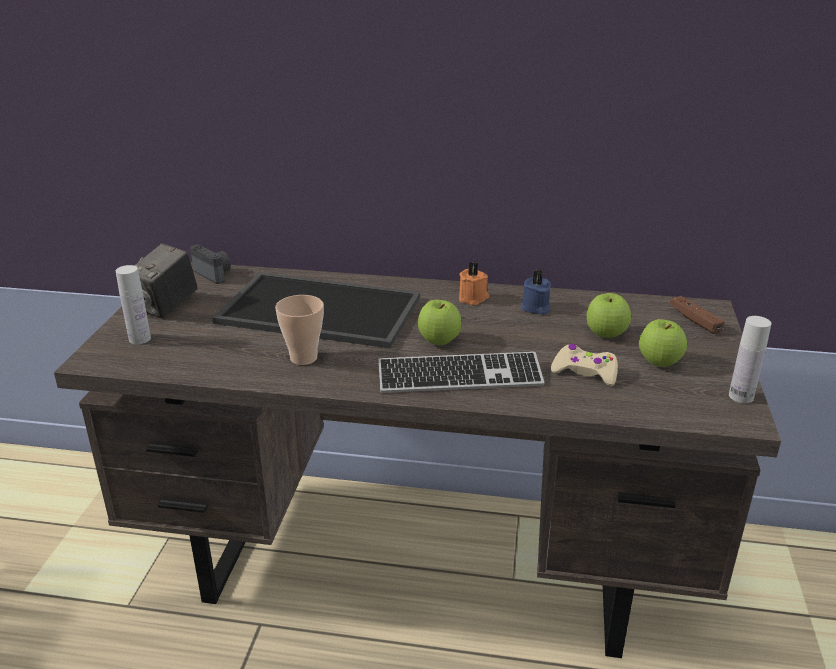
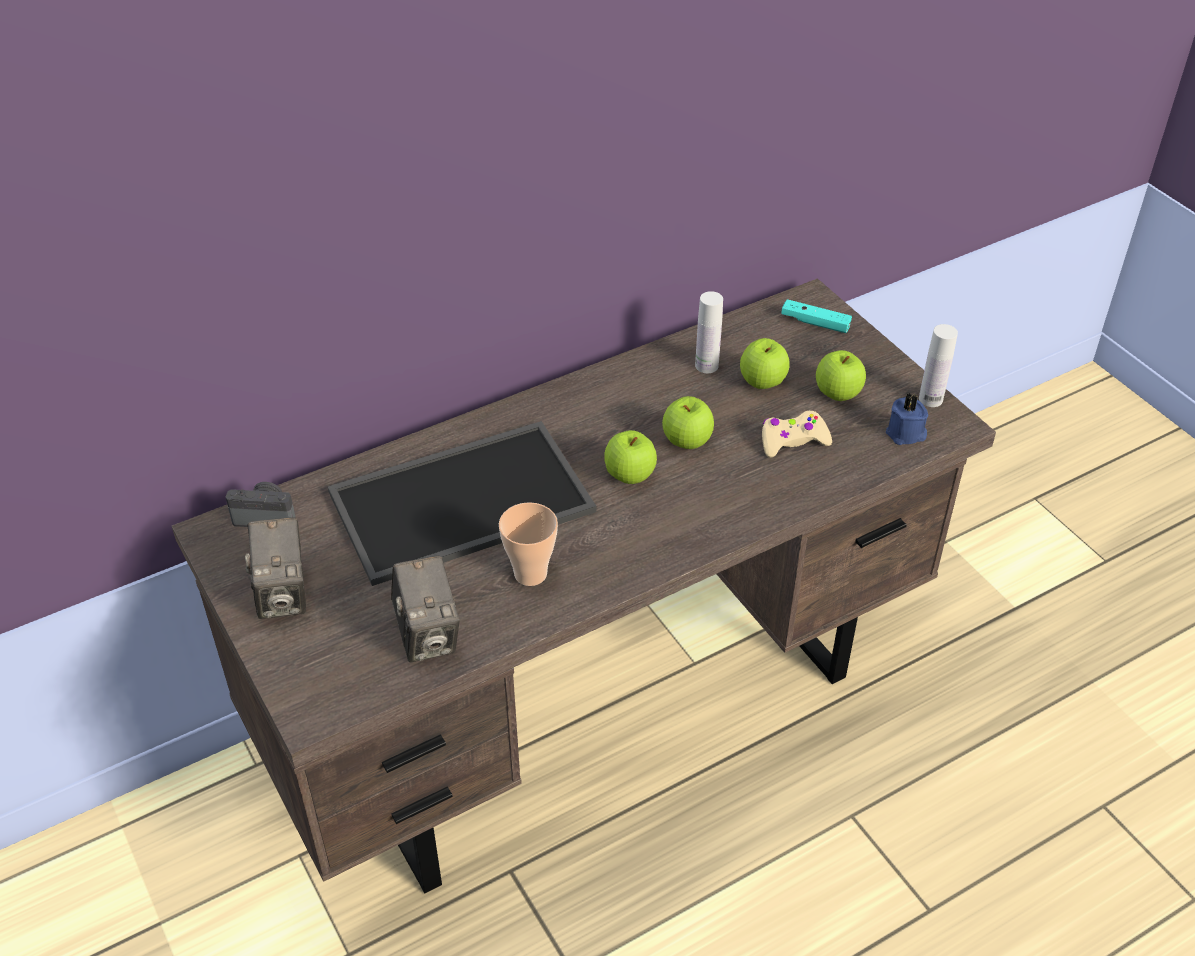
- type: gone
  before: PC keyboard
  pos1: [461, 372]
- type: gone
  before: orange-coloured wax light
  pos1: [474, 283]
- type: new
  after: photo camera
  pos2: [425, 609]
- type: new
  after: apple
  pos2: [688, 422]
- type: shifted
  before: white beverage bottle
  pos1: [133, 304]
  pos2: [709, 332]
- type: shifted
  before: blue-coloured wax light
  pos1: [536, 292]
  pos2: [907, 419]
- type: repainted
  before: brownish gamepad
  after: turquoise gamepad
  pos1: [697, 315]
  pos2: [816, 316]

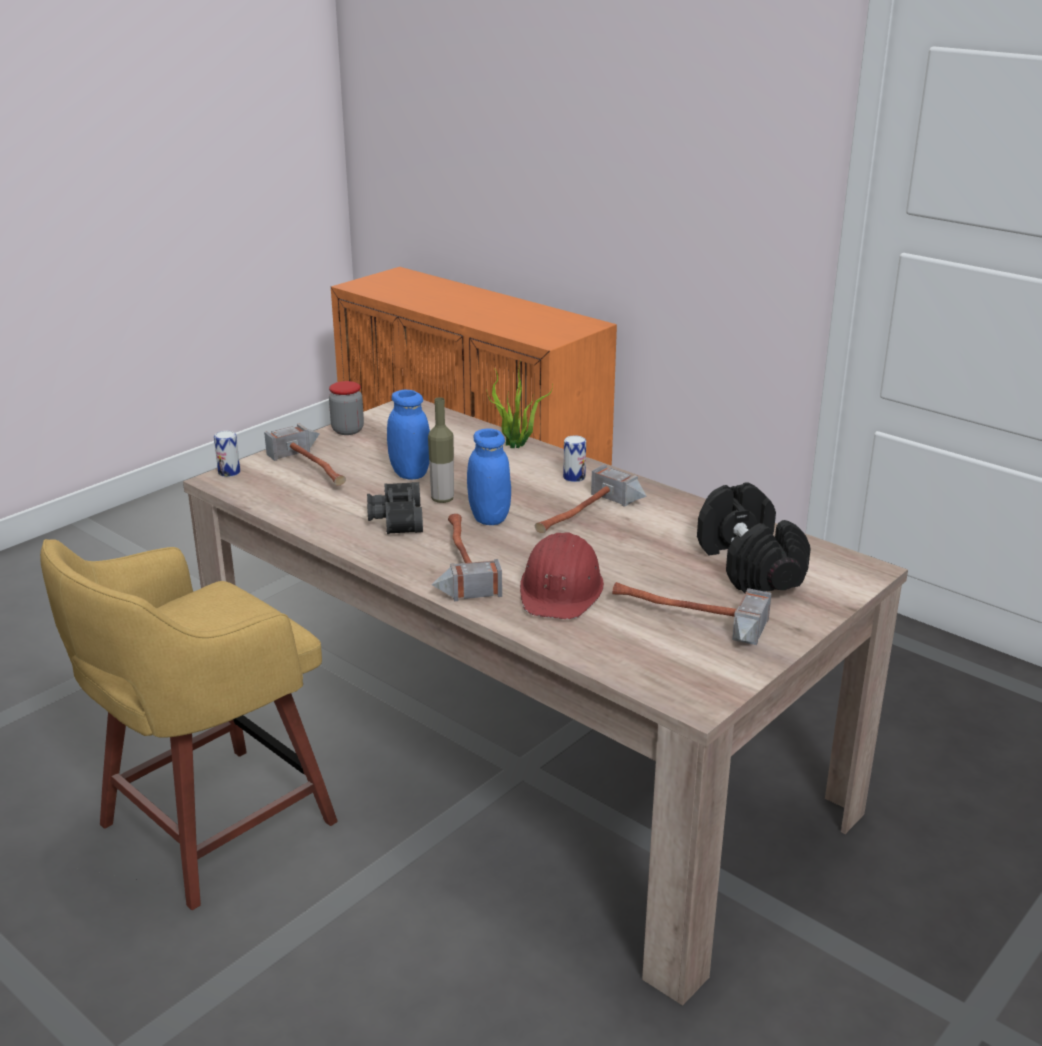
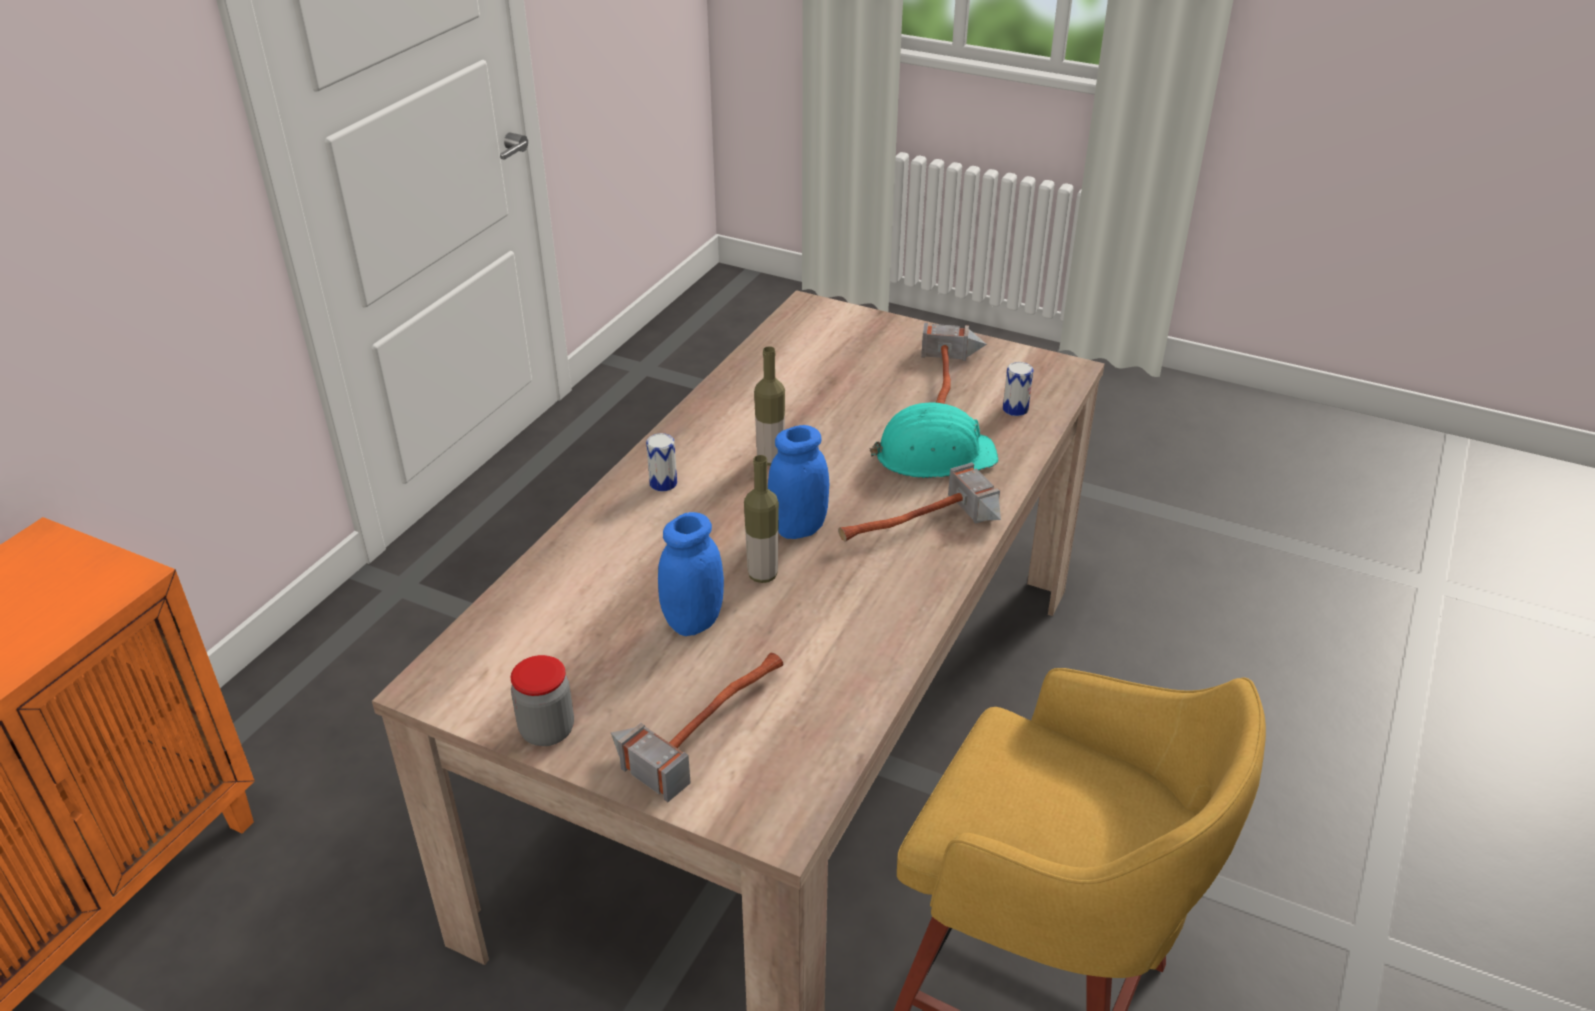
- type: gone
  before: black-coloured pair of binoculars
  pos1: [395, 508]
- type: gone
  before: houseplant
  pos1: [519, 404]
- type: gone
  before: black-coloured hand weight
  pos1: [754, 537]
- type: shifted
  before: metal can
  pos1: [227, 454]
  pos2: [1018, 389]
- type: swapped
  before: hand hammer
  after: beverage bottle
  pos1: [591, 499]
  pos2: [769, 406]
- type: repainted
  before: reddish hard hat
  after: turquoise hard hat
  pos1: [562, 575]
  pos2: [934, 440]

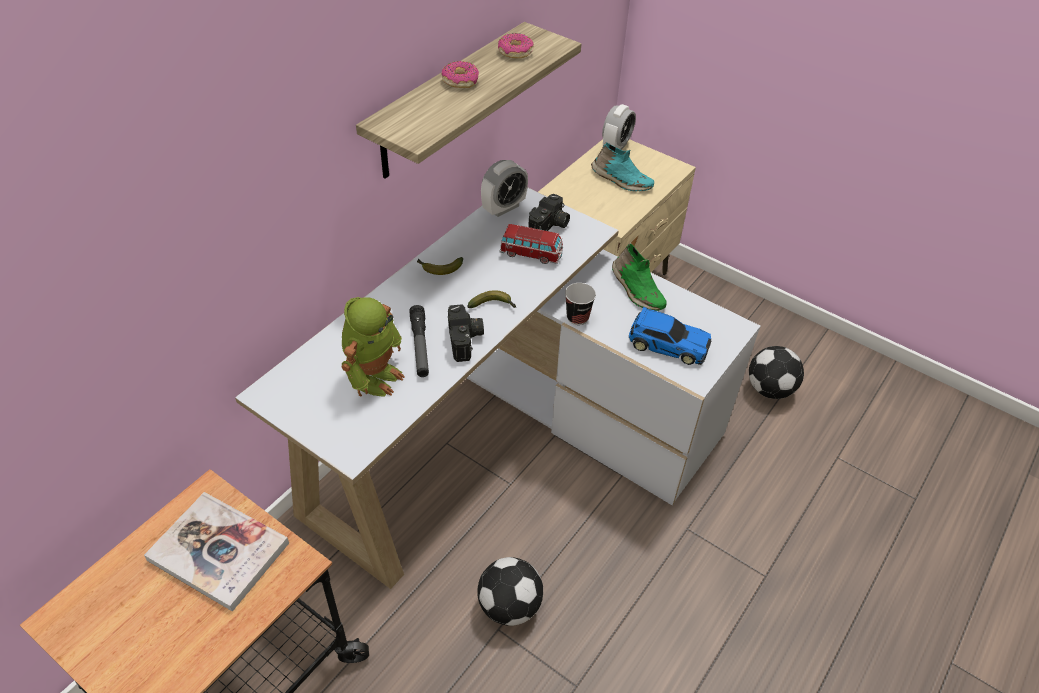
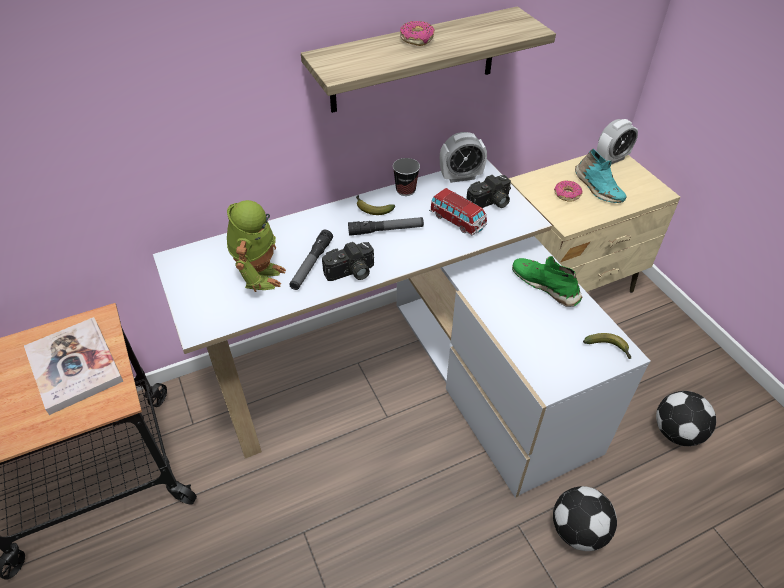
- type: gone
  before: model car
  pos1: [670, 336]
- type: new
  after: flashlight
  pos2: [386, 226]
- type: shifted
  before: banana
  pos1: [491, 299]
  pos2: [607, 346]
- type: shifted
  before: football
  pos1: [510, 591]
  pos2: [585, 518]
- type: shifted
  before: doughnut
  pos1: [516, 45]
  pos2: [568, 191]
- type: shifted
  before: cup
  pos1: [580, 304]
  pos2: [406, 177]
- type: rotated
  before: model robot
  pos1: [373, 347]
  pos2: [256, 246]
  turn: -45
- type: rotated
  before: photo camera
  pos1: [466, 333]
  pos2: [348, 261]
  turn: 45
- type: rotated
  before: green item of footwear
  pos1: [639, 277]
  pos2: [547, 281]
  turn: 135

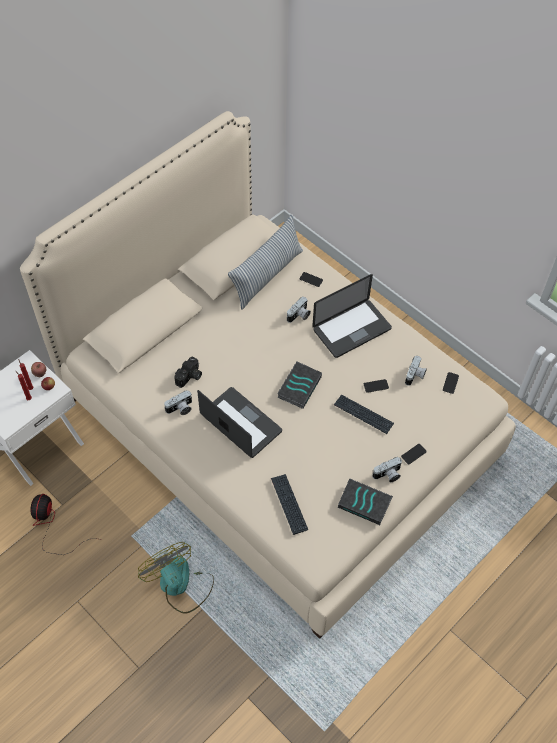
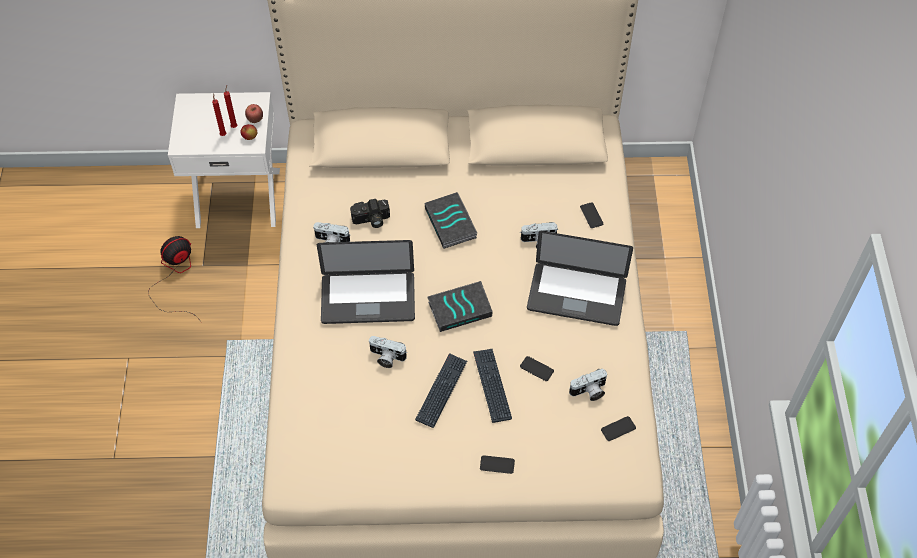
- type: gone
  before: electric fan
  pos1: [176, 578]
- type: gone
  before: cushion
  pos1: [265, 261]
- type: shifted
  before: PC keyboard
  pos1: [289, 504]
  pos2: [441, 390]
- type: shifted
  before: book
  pos1: [365, 501]
  pos2: [451, 220]
- type: shifted
  before: photo camera
  pos1: [387, 469]
  pos2: [387, 352]
- type: rotated
  before: portable computer
  pos1: [239, 422]
  pos2: [366, 282]
  turn: 90

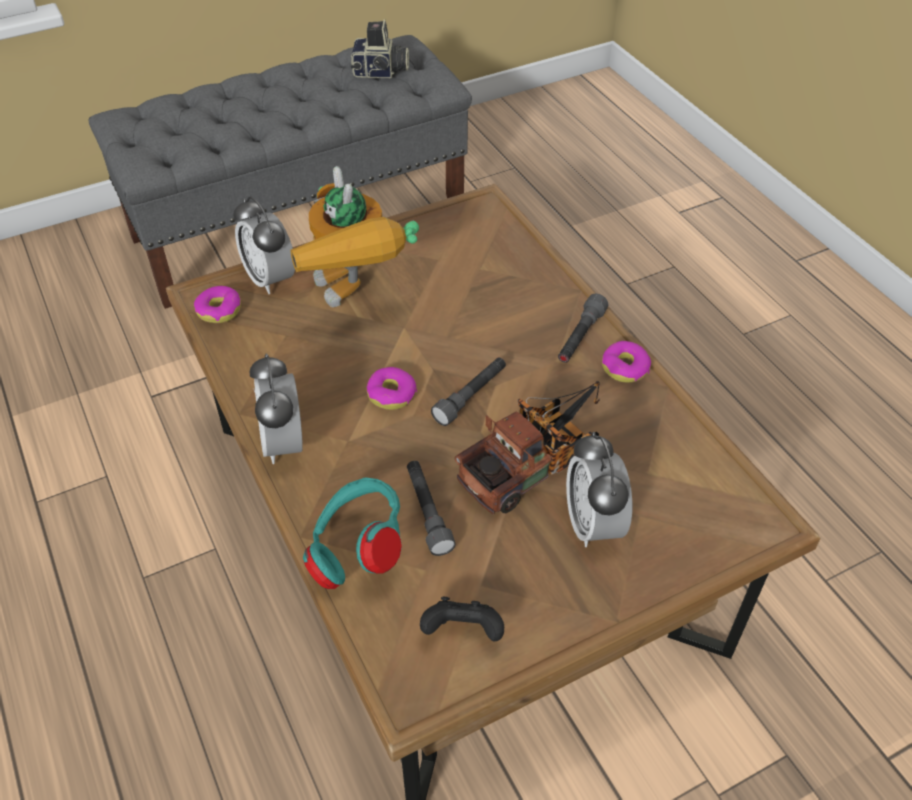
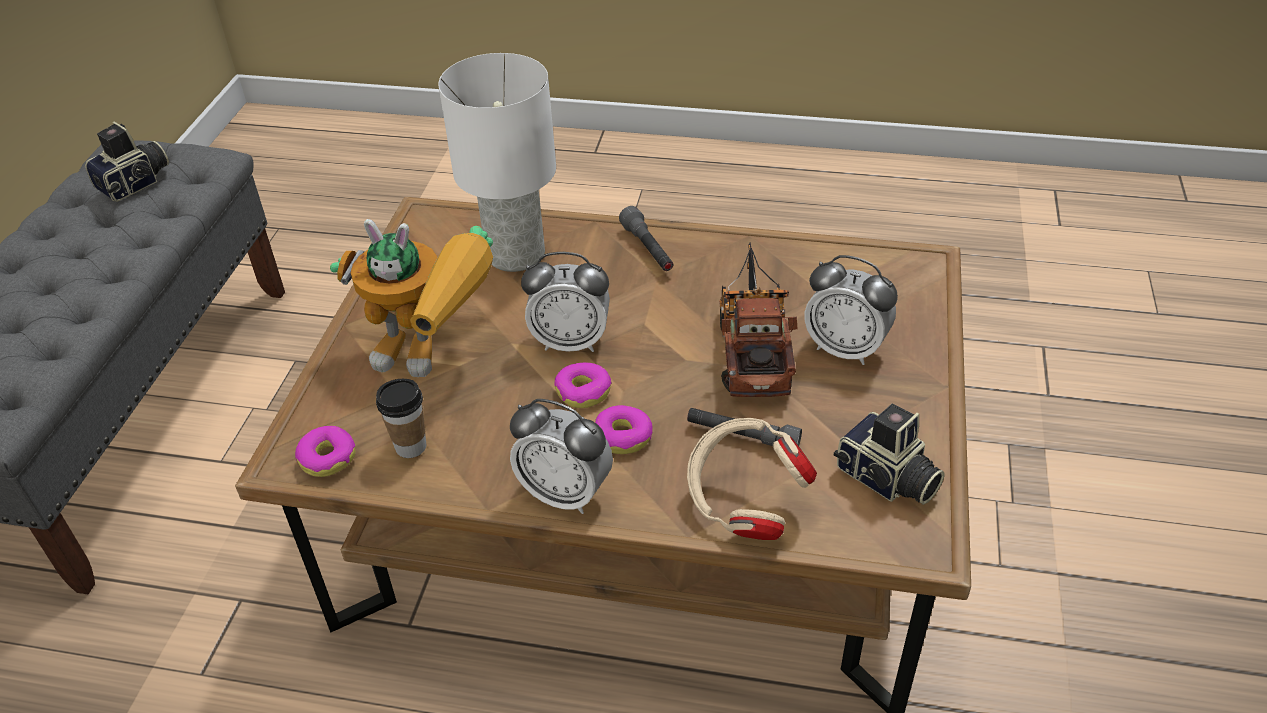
- type: gone
  before: gray flashlight
  pos1: [468, 391]
- type: new
  after: cup
  pos2: [401, 418]
- type: new
  after: white tabletop lamp
  pos2: [497, 162]
- type: shifted
  before: bedside clock
  pos1: [264, 245]
  pos2: [565, 302]
- type: shifted
  before: doughnut
  pos1: [626, 362]
  pos2: [624, 429]
- type: swapped
  before: black-coloured gamepad
  after: photo camera
  pos1: [462, 619]
  pos2: [889, 454]
- type: repainted
  before: turquoise headphones
  after: beige-coloured headphones
  pos1: [352, 533]
  pos2: [752, 479]

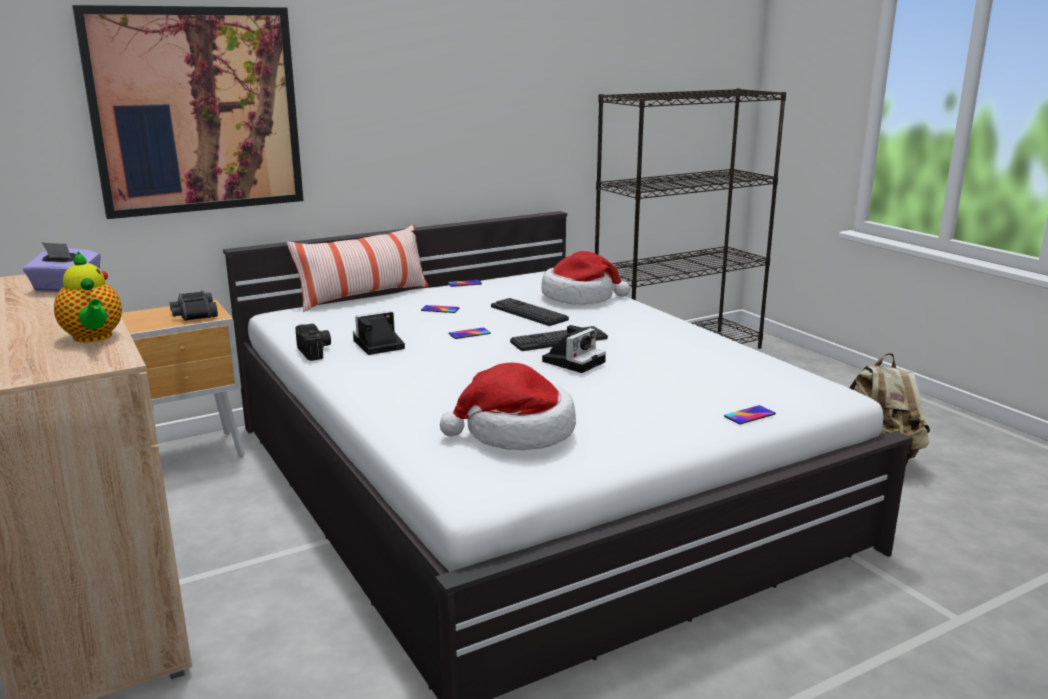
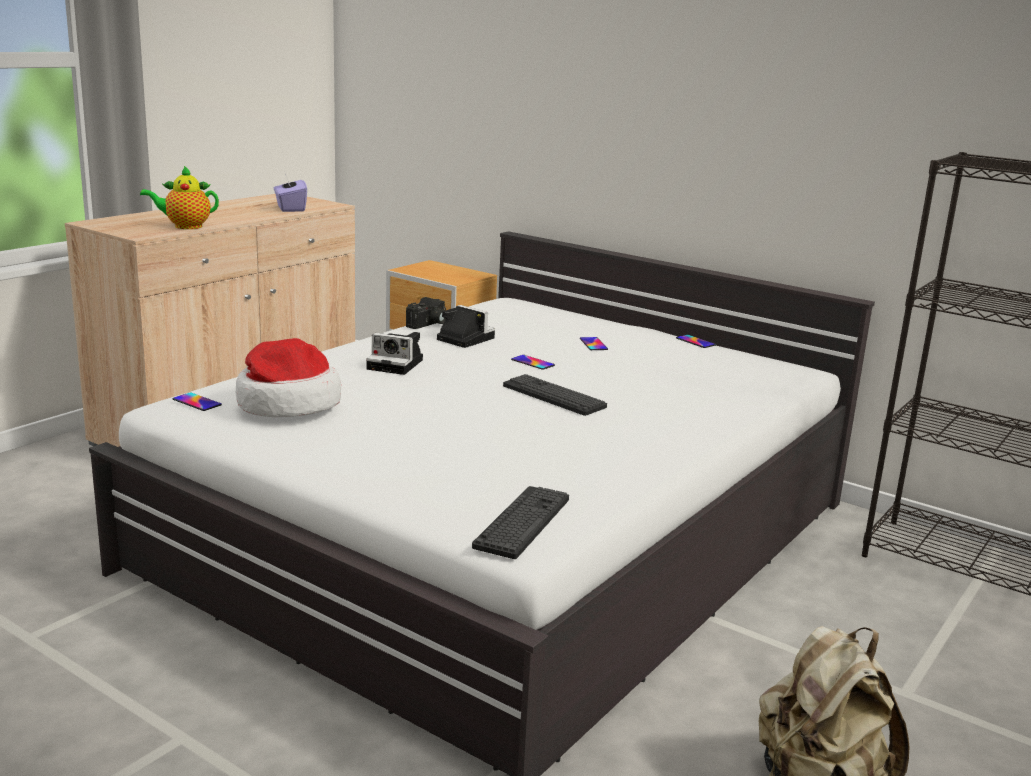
- type: gone
  before: picture
  pos1: [187, 112]
- type: gone
  before: black-coloured pair of binoculars
  pos1: [194, 306]
- type: gone
  before: cushion
  pos1: [358, 268]
- type: gone
  before: wearable hat
  pos1: [585, 278]
- type: shifted
  before: PC keyboard
  pos1: [530, 312]
  pos2: [520, 522]
- type: shifted
  before: photo camera
  pos1: [574, 349]
  pos2: [394, 353]
- type: shifted
  before: telephone
  pos1: [750, 414]
  pos2: [197, 402]
- type: rotated
  before: tea pot
  pos1: [88, 296]
  pos2: [179, 197]
  turn: 45

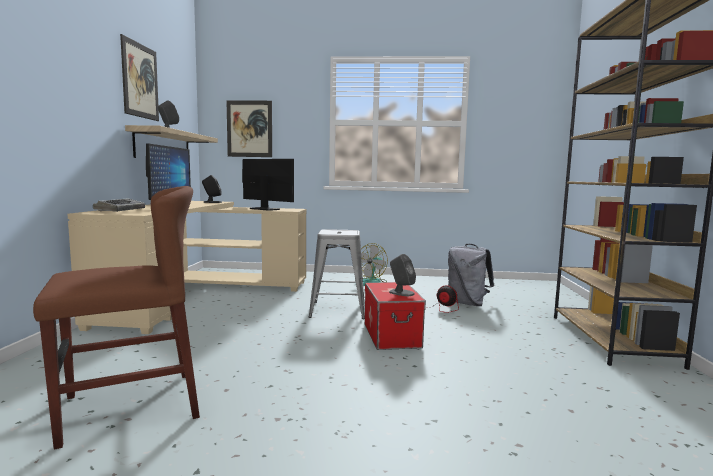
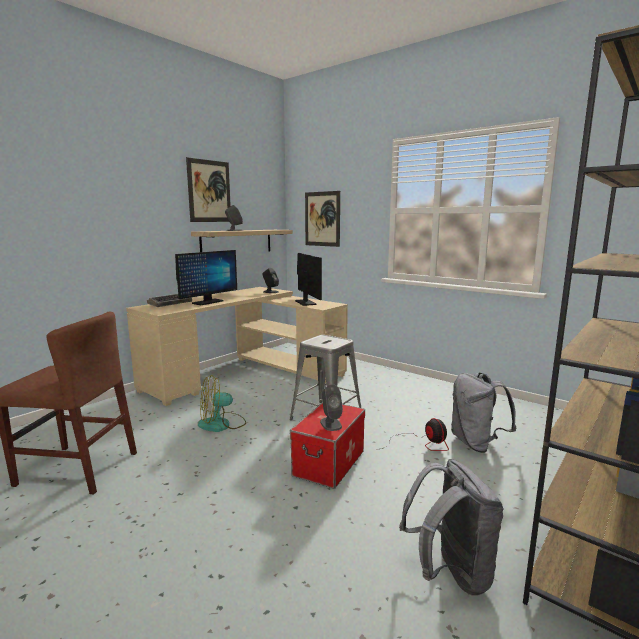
- type: new
  after: gray backpack
  pos2: [451, 527]
- type: shifted
  before: electric fan
  pos1: [374, 264]
  pos2: [222, 403]

